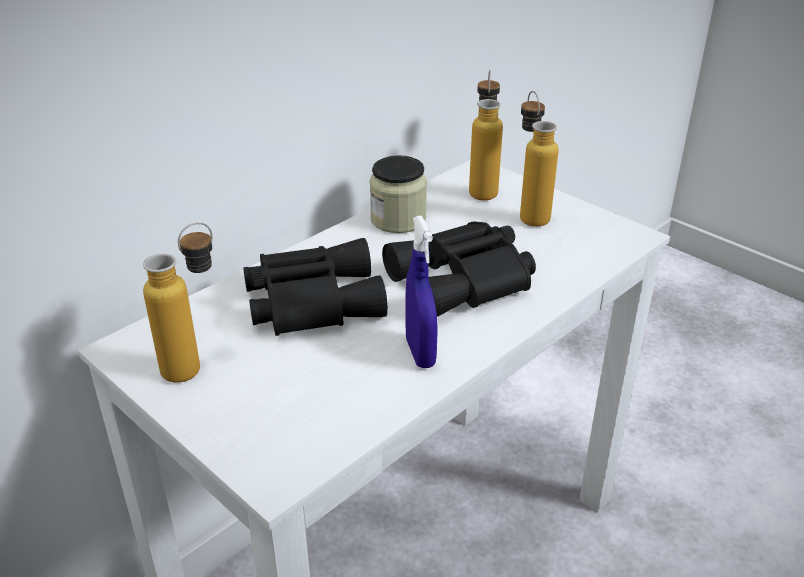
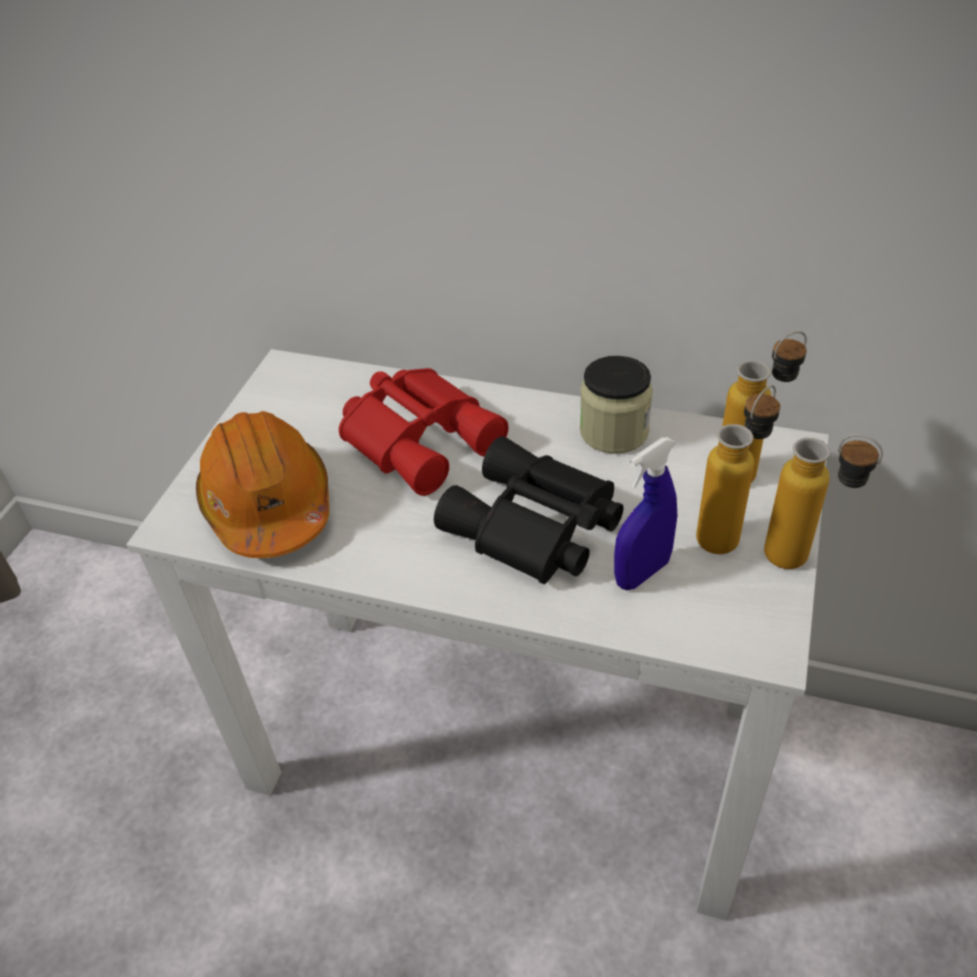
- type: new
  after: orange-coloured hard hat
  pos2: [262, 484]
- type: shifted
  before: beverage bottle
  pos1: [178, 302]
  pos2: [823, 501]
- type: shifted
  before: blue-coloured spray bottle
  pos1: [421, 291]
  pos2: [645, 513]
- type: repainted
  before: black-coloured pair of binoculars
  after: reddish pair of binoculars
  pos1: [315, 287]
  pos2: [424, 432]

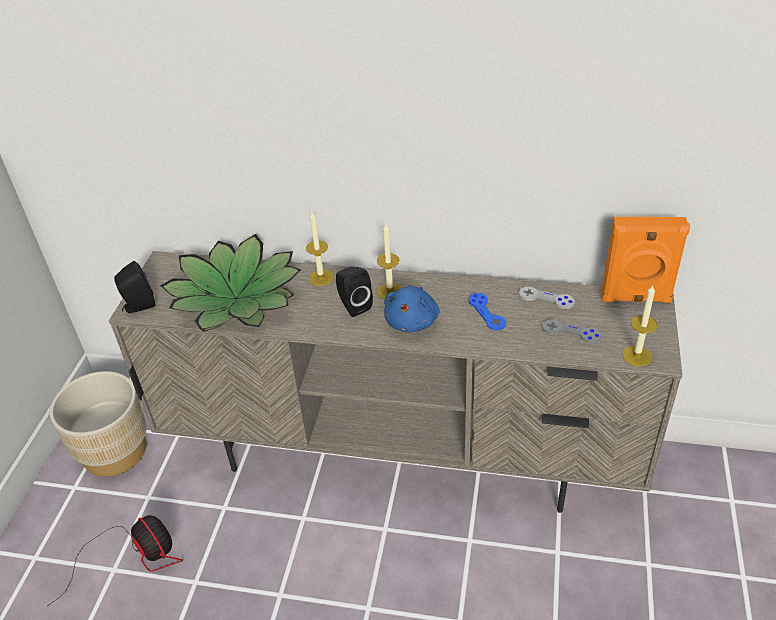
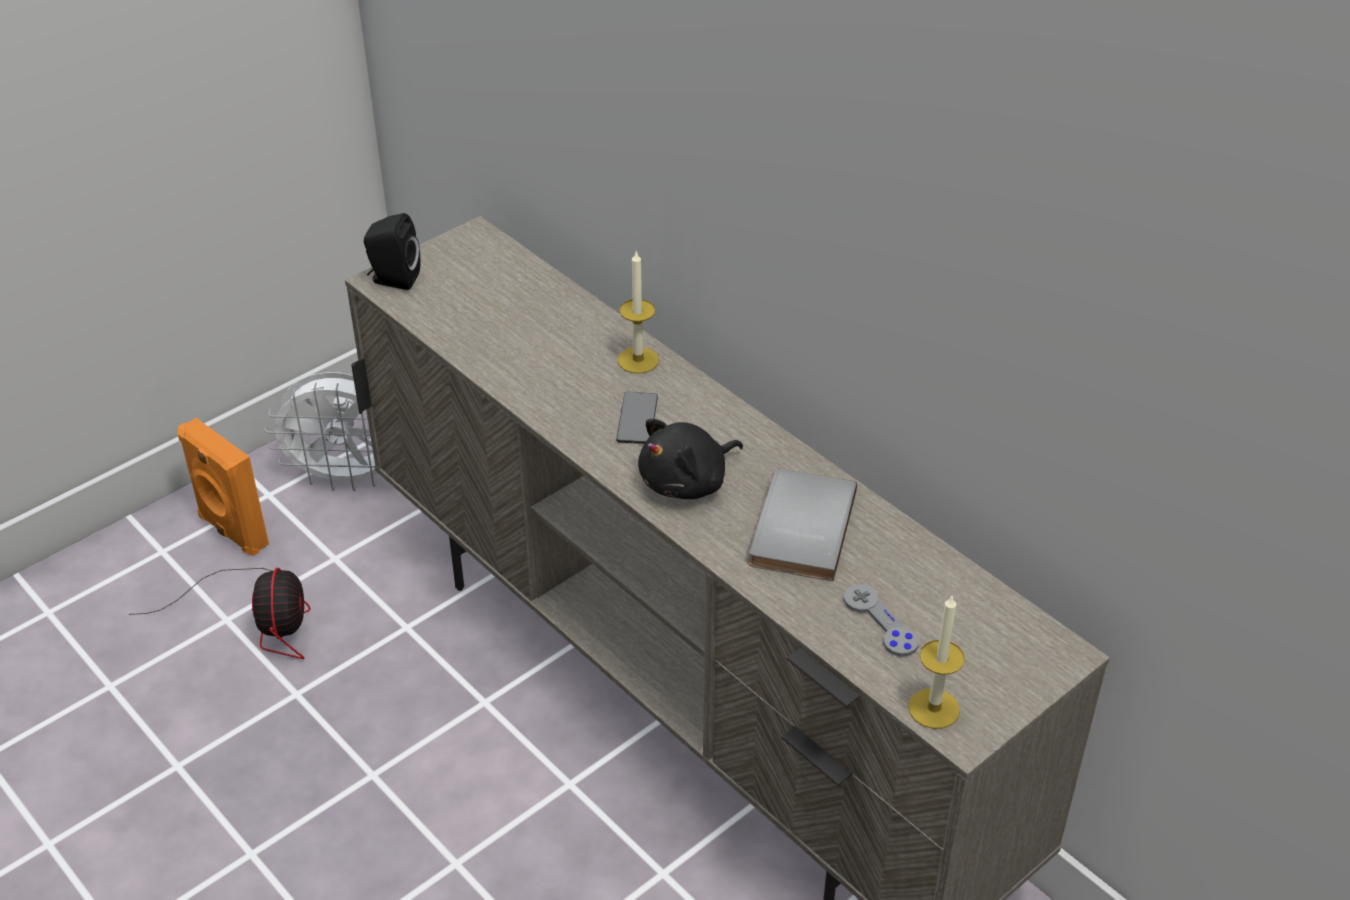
- type: gone
  before: houseplant
  pos1: [230, 283]
- type: gone
  before: wax light
  pos1: [389, 261]
- type: gone
  before: gray gamepad
  pos1: [547, 298]
- type: shifted
  before: orange-coloured loudspeaker
  pos1: [645, 260]
  pos2: [223, 487]
- type: swapped
  before: beige-coloured plant pot
  after: white electric fan
  pos1: [98, 424]
  pos2: [322, 431]
- type: swapped
  before: black-coloured loudspeaker
  after: telephone
  pos1: [354, 291]
  pos2: [637, 418]
- type: swapped
  before: blue-coloured gamepad
  after: gray book
  pos1: [487, 311]
  pos2: [803, 525]
- type: repainted
  before: blue-coloured plush toy
  after: black-coloured plush toy
  pos1: [411, 309]
  pos2: [690, 459]

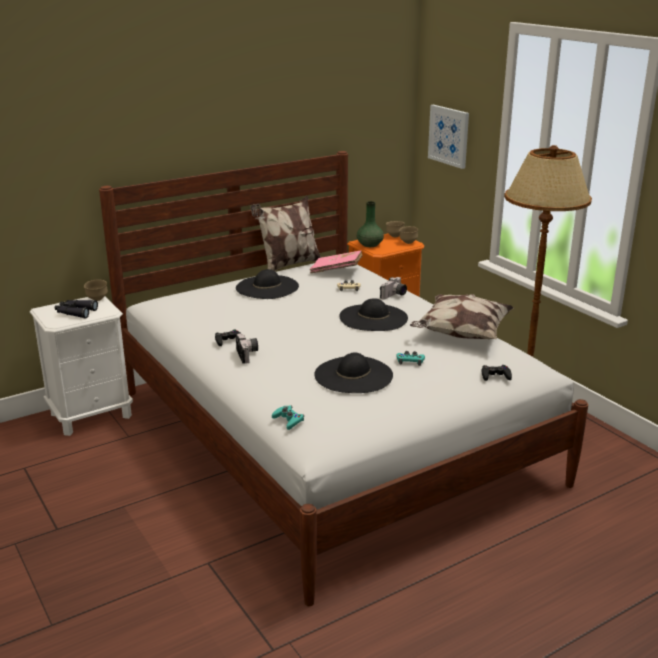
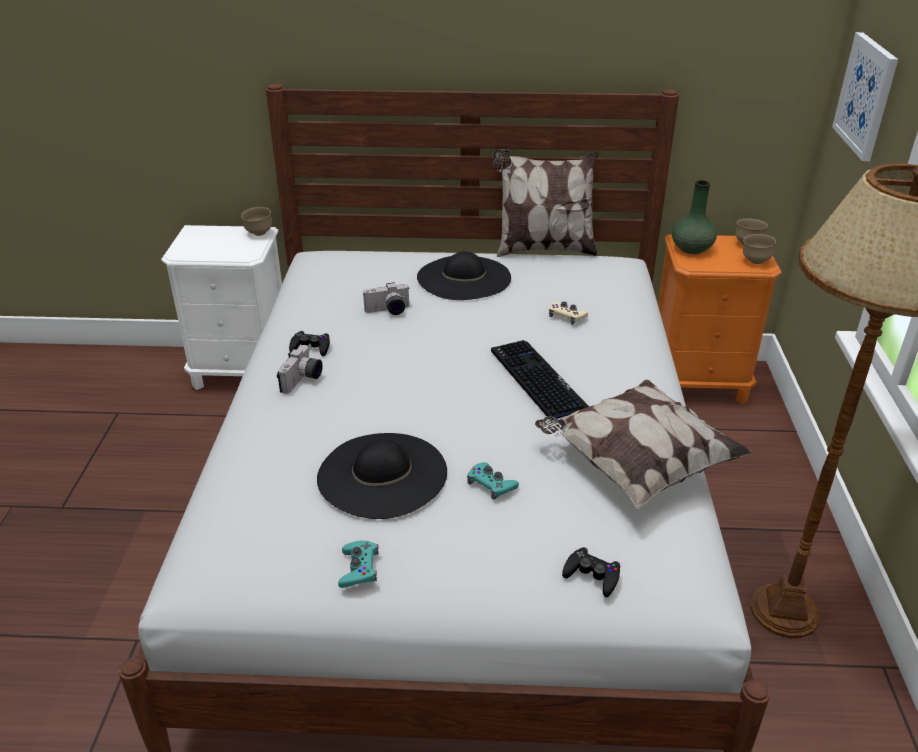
- type: gone
  before: black-coloured pair of binoculars
  pos1: [76, 309]
- type: gone
  before: pink book
  pos1: [336, 262]
- type: shifted
  before: turquoise gamepad
  pos1: [288, 417]
  pos2: [358, 564]
- type: shifted
  before: photo camera
  pos1: [393, 288]
  pos2: [386, 298]
- type: swapped
  before: black-coloured wearable hat
  after: PC keyboard
  pos1: [373, 314]
  pos2: [540, 381]

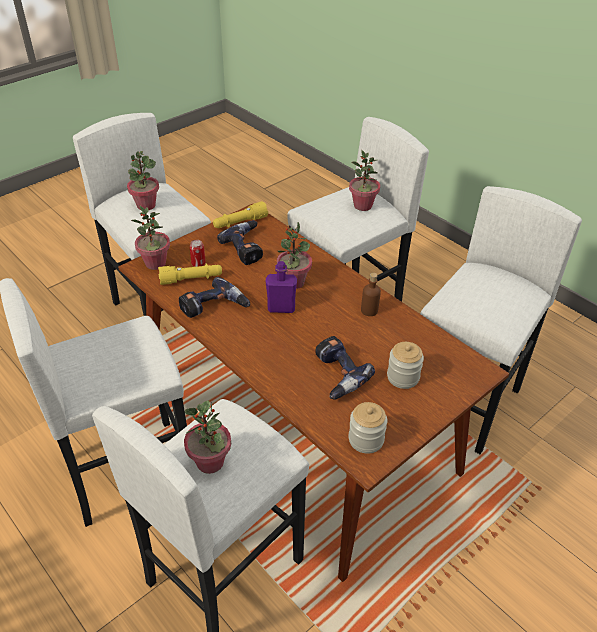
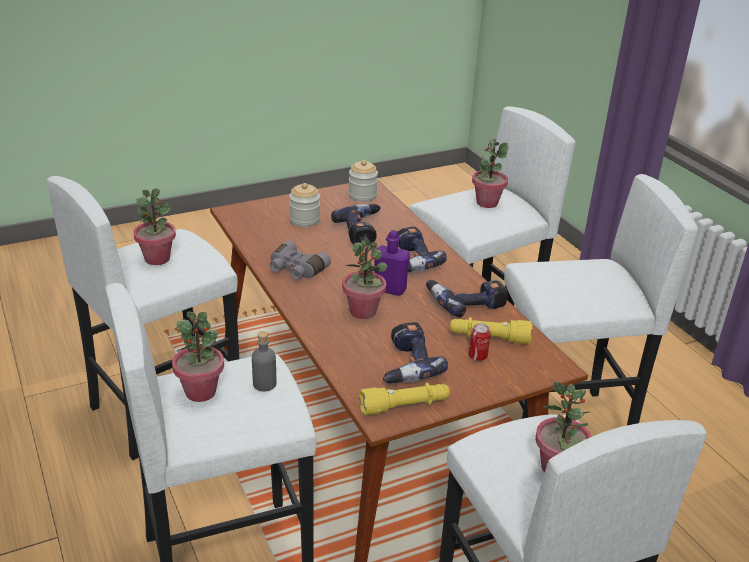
- type: new
  after: gray beverage bottle
  pos2: [264, 361]
- type: new
  after: drill
  pos2: [422, 250]
- type: shifted
  before: houseplant
  pos1: [150, 237]
  pos2: [154, 226]
- type: swapped
  before: brownish beverage bottle
  after: gray pair of binoculars
  pos1: [371, 294]
  pos2: [300, 260]

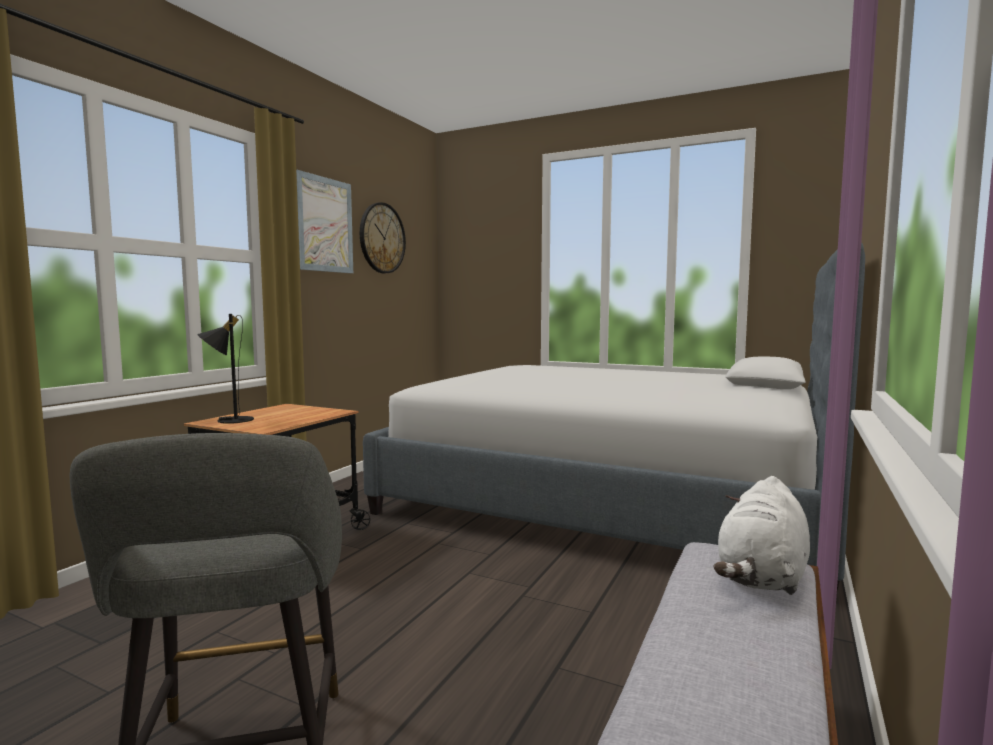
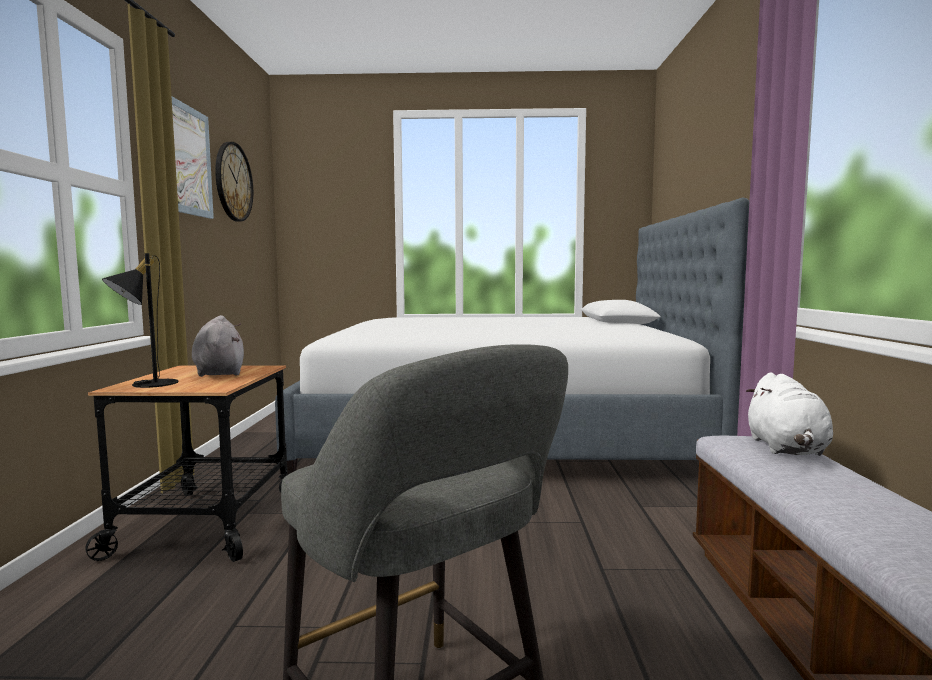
- type: new
  after: gray plush toy
  pos2: [218, 346]

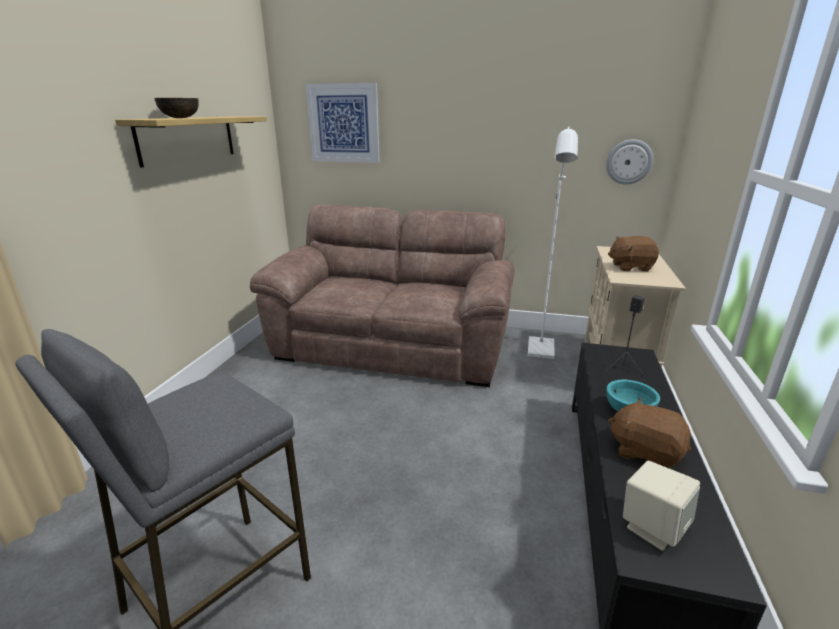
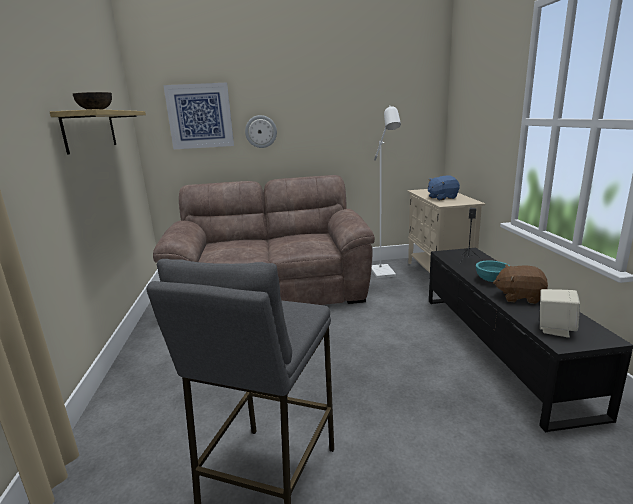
- type: shifted
  before: hanging clock
  pos1: [629, 162]
  pos2: [261, 131]
- type: repainted
  before: brownish plush toy
  after: blue-coloured plush toy
  pos1: [633, 253]
  pos2: [444, 187]

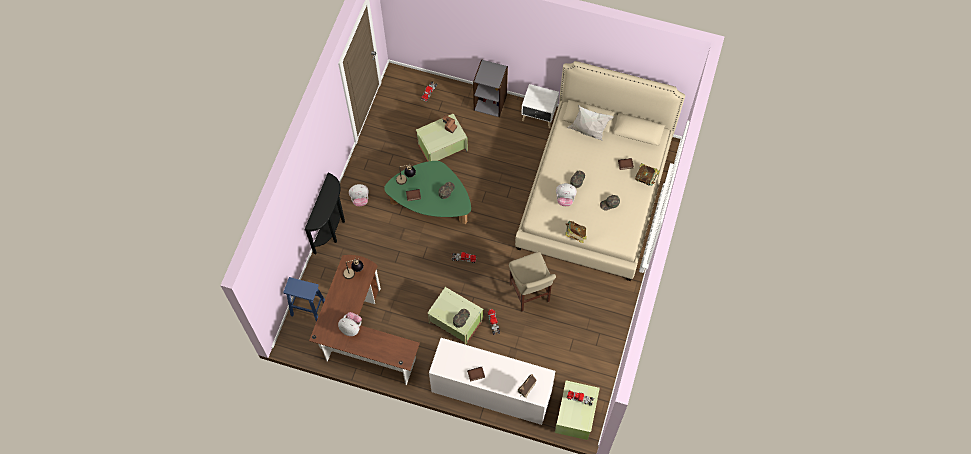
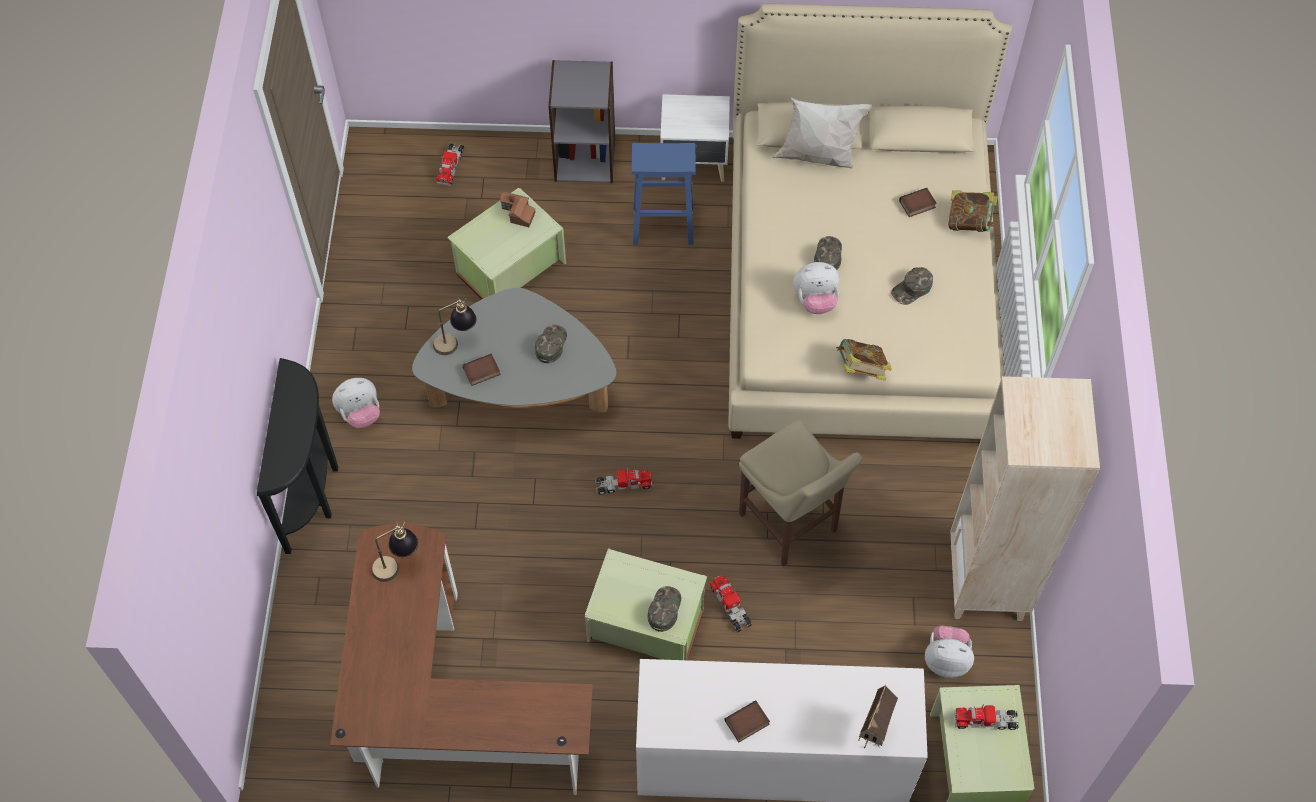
- type: new
  after: beige-coloured shelving unit
  pos2: [1025, 498]
- type: shifted
  before: blue-coloured stool
  pos1: [304, 299]
  pos2: [664, 194]
- type: shifted
  before: plush toy
  pos1: [350, 324]
  pos2: [949, 651]
- type: repainted
  before: green coffee table
  after: gray coffee table
  pos1: [427, 192]
  pos2: [514, 350]

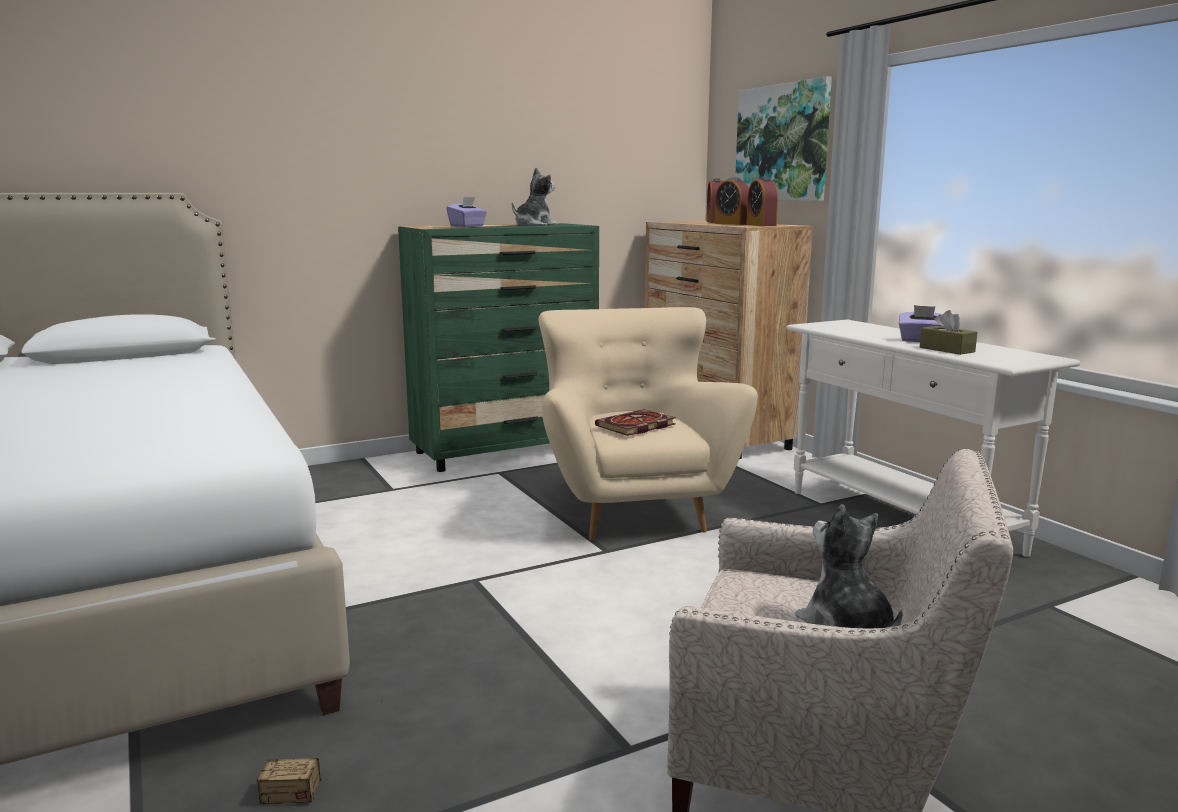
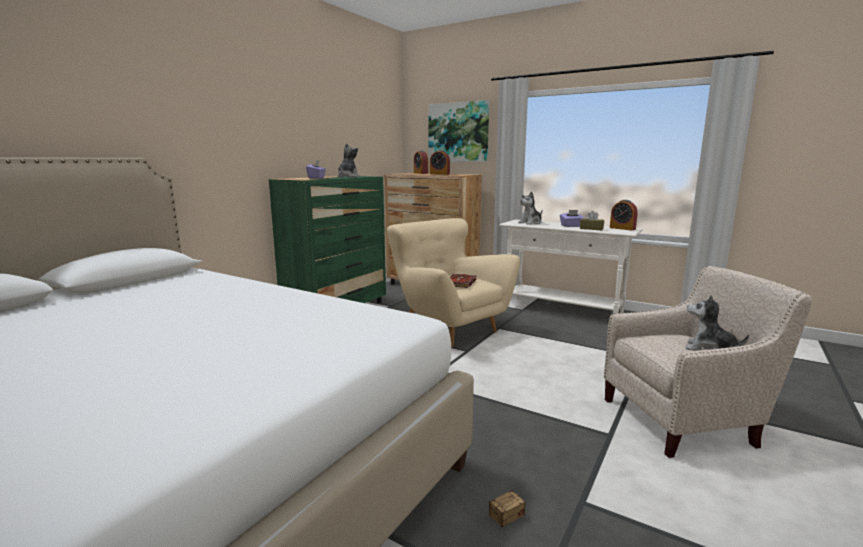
- type: new
  after: plush toy
  pos2: [530, 208]
- type: shifted
  before: bedside clock
  pos1: [762, 201]
  pos2: [624, 215]

